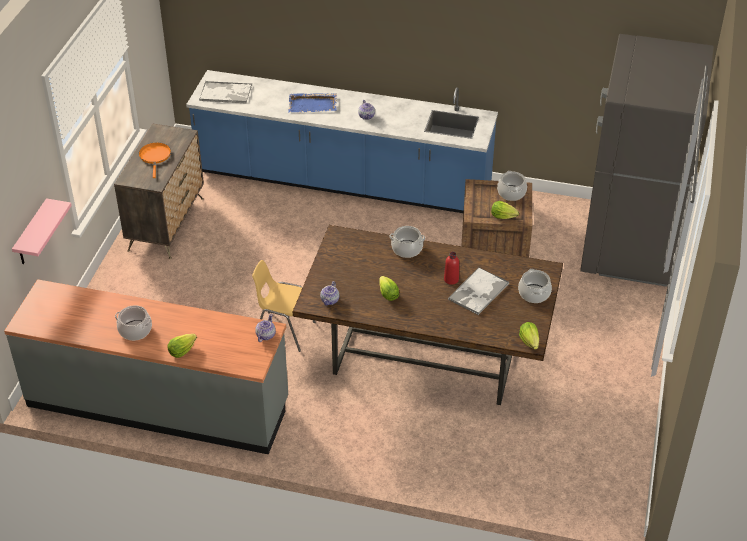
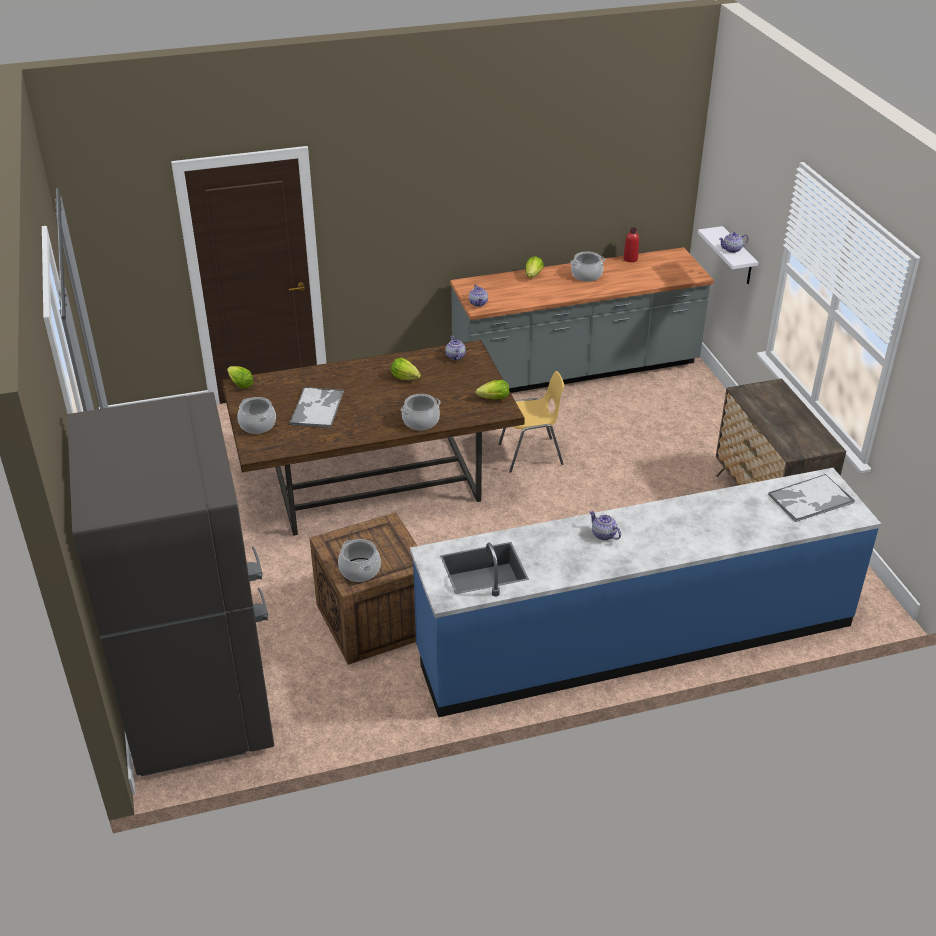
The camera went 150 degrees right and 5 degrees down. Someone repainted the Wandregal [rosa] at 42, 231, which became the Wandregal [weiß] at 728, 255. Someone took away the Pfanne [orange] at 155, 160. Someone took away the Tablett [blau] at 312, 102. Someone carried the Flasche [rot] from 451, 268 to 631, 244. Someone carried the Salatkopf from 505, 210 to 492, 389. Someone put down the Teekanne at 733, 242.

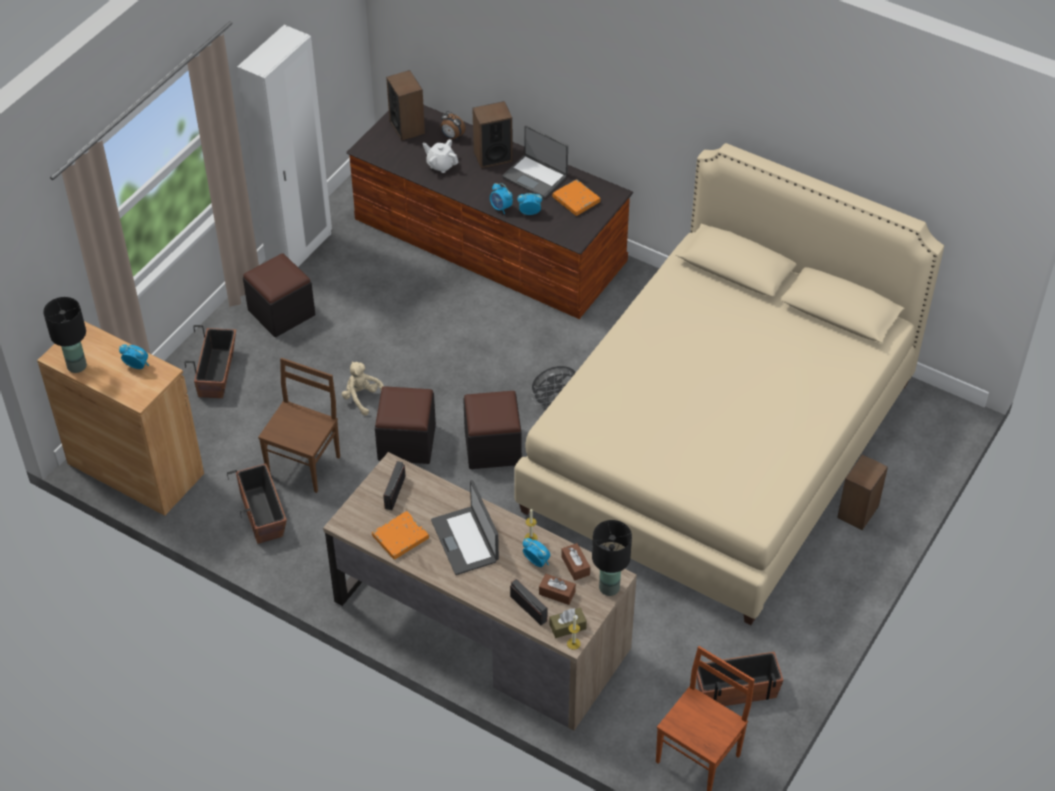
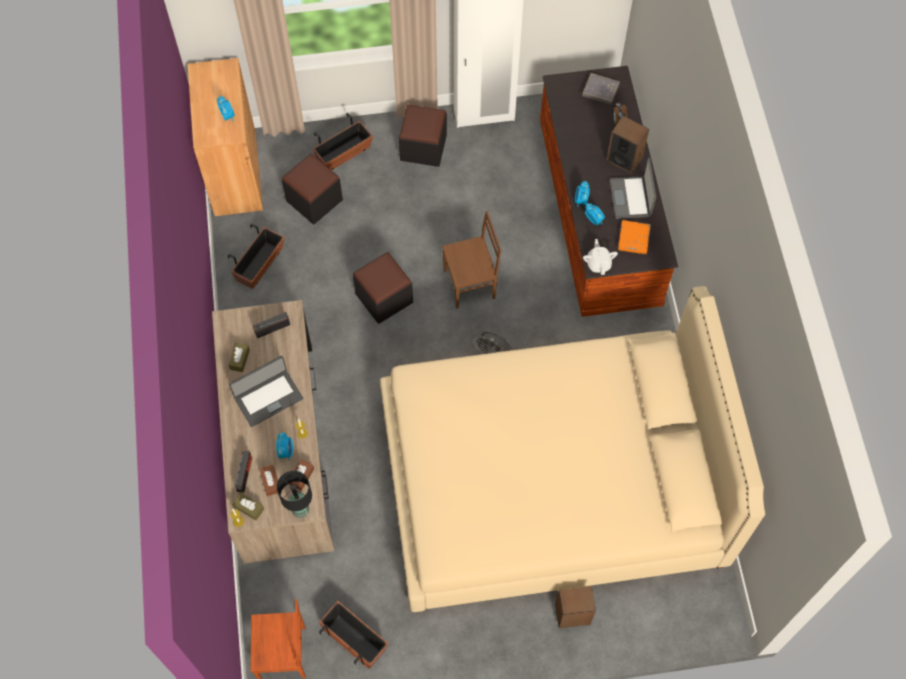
The camera went 50 degrees right and 15 degrees up. Someone took away the Tischlampe [schwarz] at 65, 335. Someone carried the Stuhl [braun] from 299, 425 to 471, 260. Someone took away the Plüschtier [beige] at 363, 388. Someone swapped the Buch [orange] at 400, 535 for the Taschentuchbox [braun] at 239, 357. Someone swapped the Lautsprecher at 405, 105 for the Buch [grau] at 601, 89. Someone carried the Teekanne [weiß] from 441, 156 to 600, 257. Someone rotated the Laptop at 465, 527 by 150 degrees counterclockwise. Someone carried the Polsterhocker [schwarz] from 492, 430 to 312, 189.

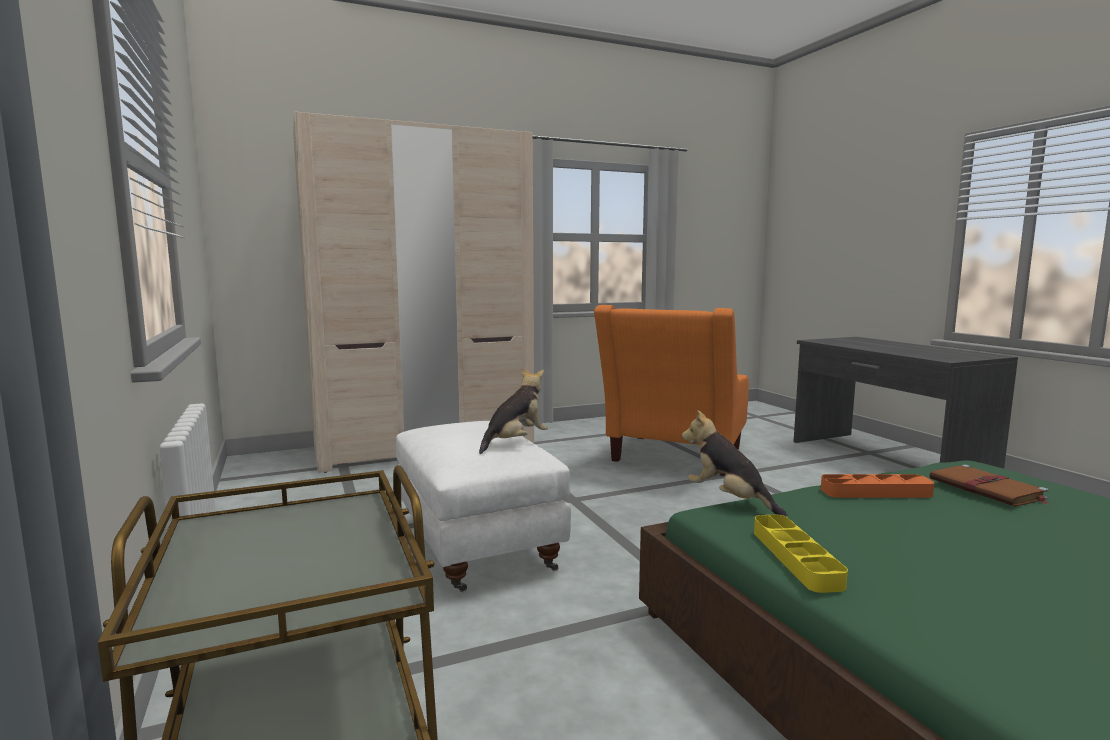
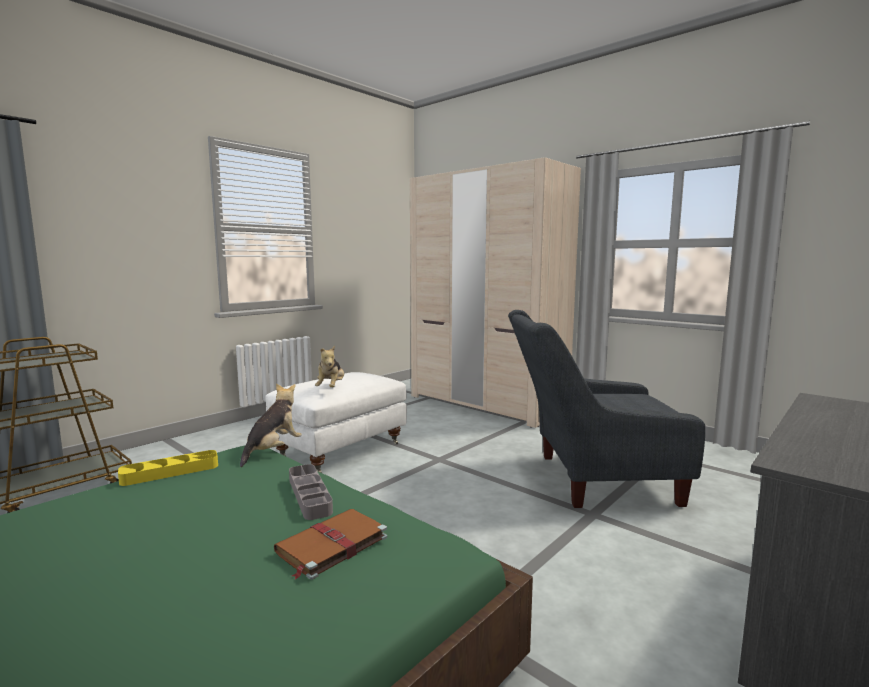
The camera went 65 degrees right and 0 degrees up. Someone rotated the Plüschtier at 513, 410 by 75 degrees clockwise. Someone repainted the Sessel [orange] at 671, 390, which became the Sessel [grau] at 606, 409. Someone repainted the Tablett [orange] at 877, 486, which became the Tablett [grau] at 311, 492.

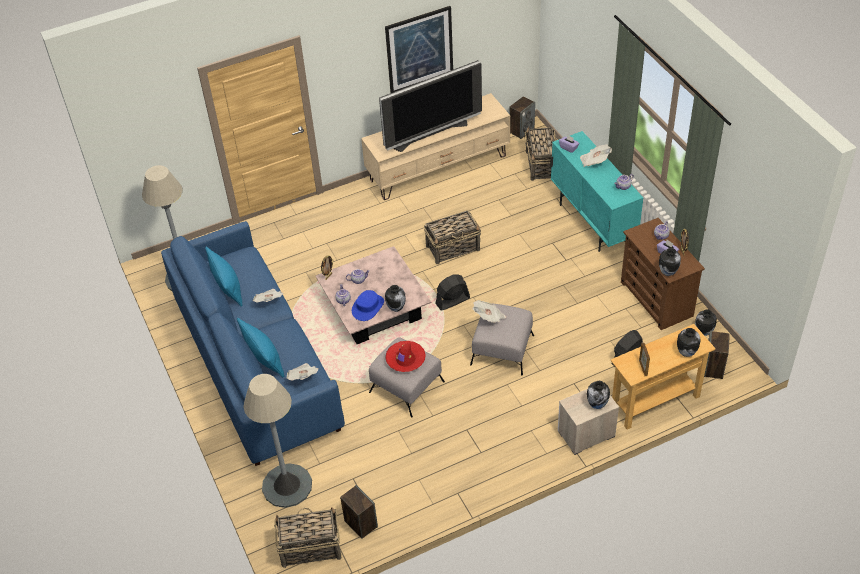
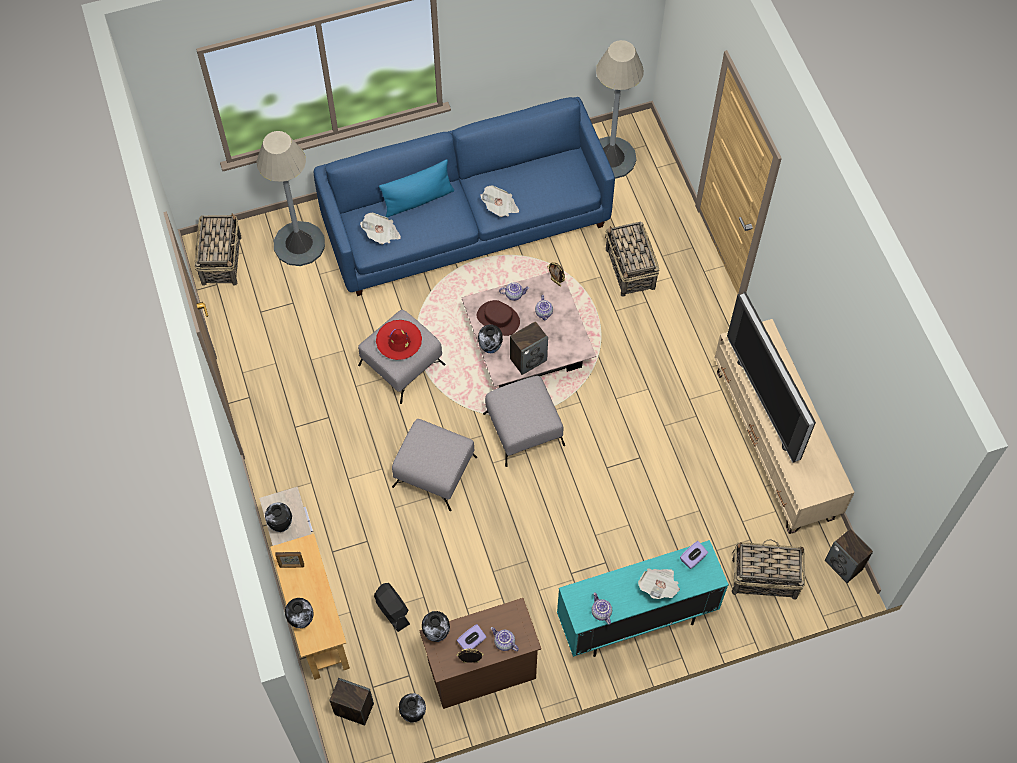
The camera went 95 degrees right and 15 degrees up. Someone took away the Kissen [blau] at 224, 277. Someone carried the Lautsprecher from 359, 512 to 529, 348. Someone repainted the Hut [blau] at 368, 305, which became the Hut [braun] at 498, 318. Someone took away the Bild at 419, 49. Someone carried the Korb from 452, 237 to 632, 259. Someone swapped the Ventilator [schwarz] at 452, 292 for the Polsterhocker [grau] at 524, 421. Someone took away the Zeitung at 489, 311.

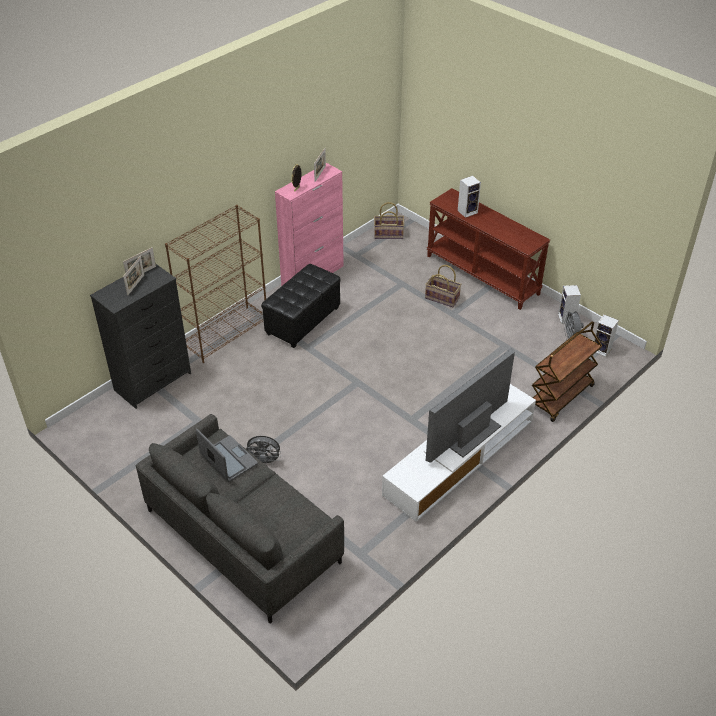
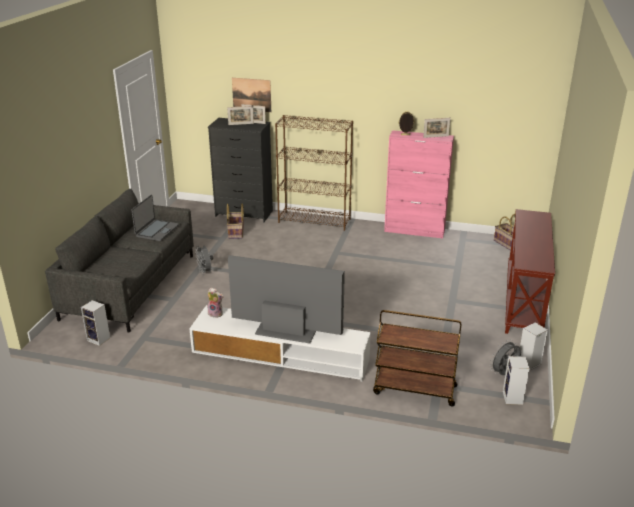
The camera went 60 degrees right and 15 degrees down. Someone took away the Polsterhocker [schwarz] at 300, 306. Someone carried the Korb from 443, 286 to 235, 221. Someone carried the Lautsprecher from 469, 197 to 95, 323. Someone put down the Plüschtier at 216, 303. Someone put up the Bild at 251, 95.

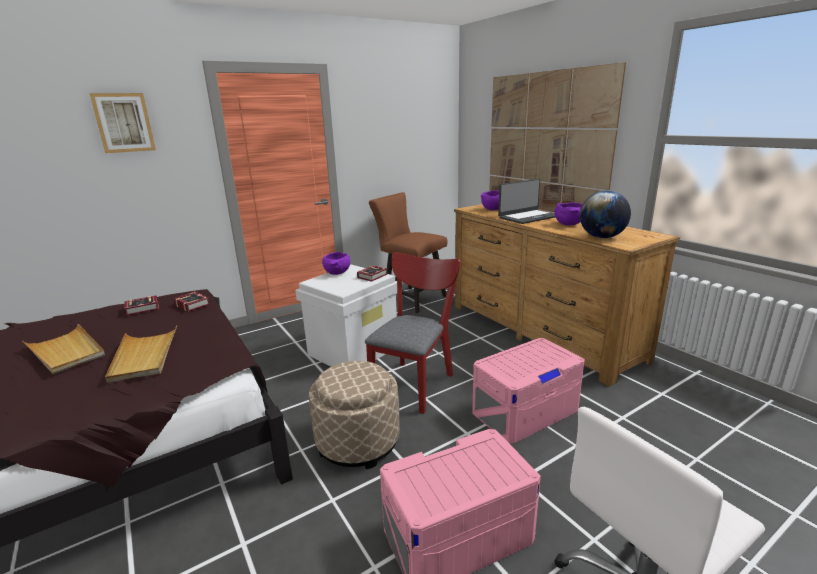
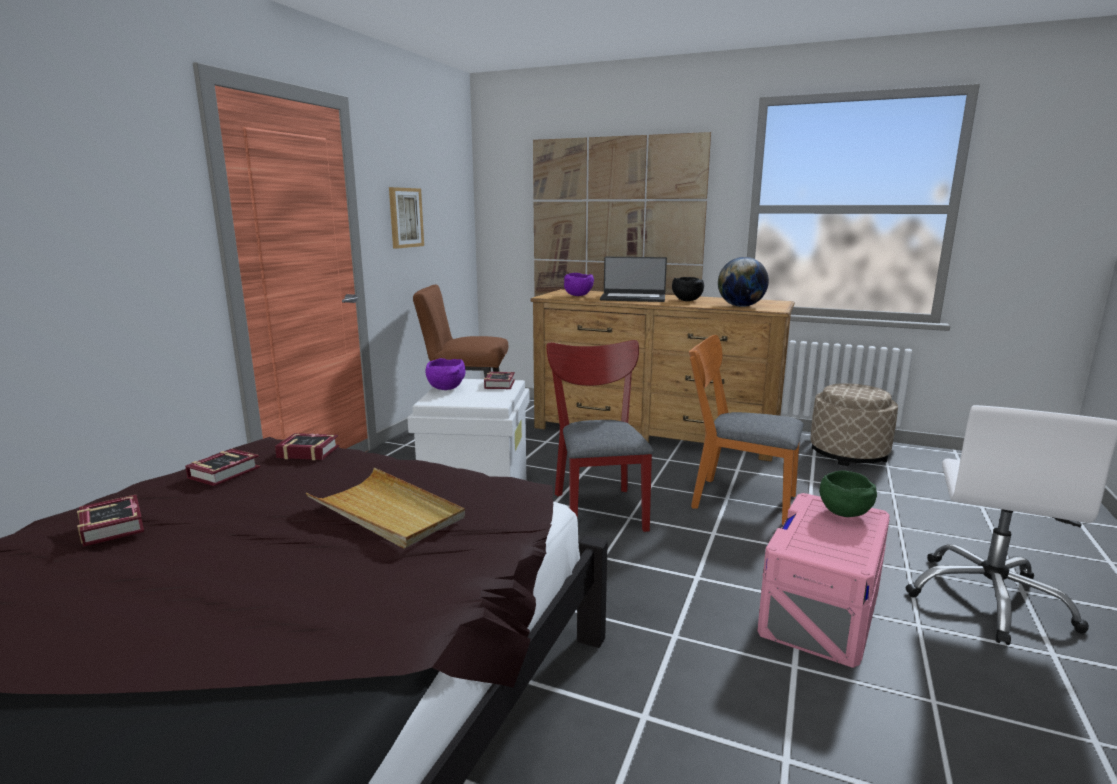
The camera went 35 degrees left and 5 degrees down. Someone took away the Tablett [beige] at 63, 349. Someone carried the Bild from 123, 123 to 406, 218. Someone carried the Polsterhocker [beige] from 354, 415 to 854, 424. Someone swapped the Aufbewahrungsbox [rosa] at 528, 390 for the Stuhl [orange] at 746, 430. Someone rotated the Laptop at 527, 201 by 75 degrees clockwise. Someone repainted the Schüssel [lila] at 569, 214, which became the Schüssel [schwarz] at 688, 289. Someone put down the Buch at 110, 521. Someone put down the Schüssel [grün] at 848, 493.

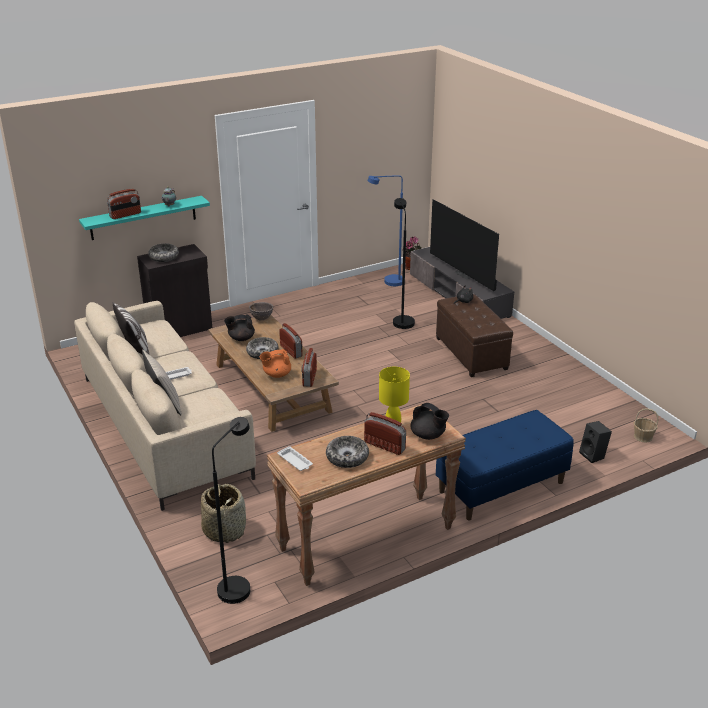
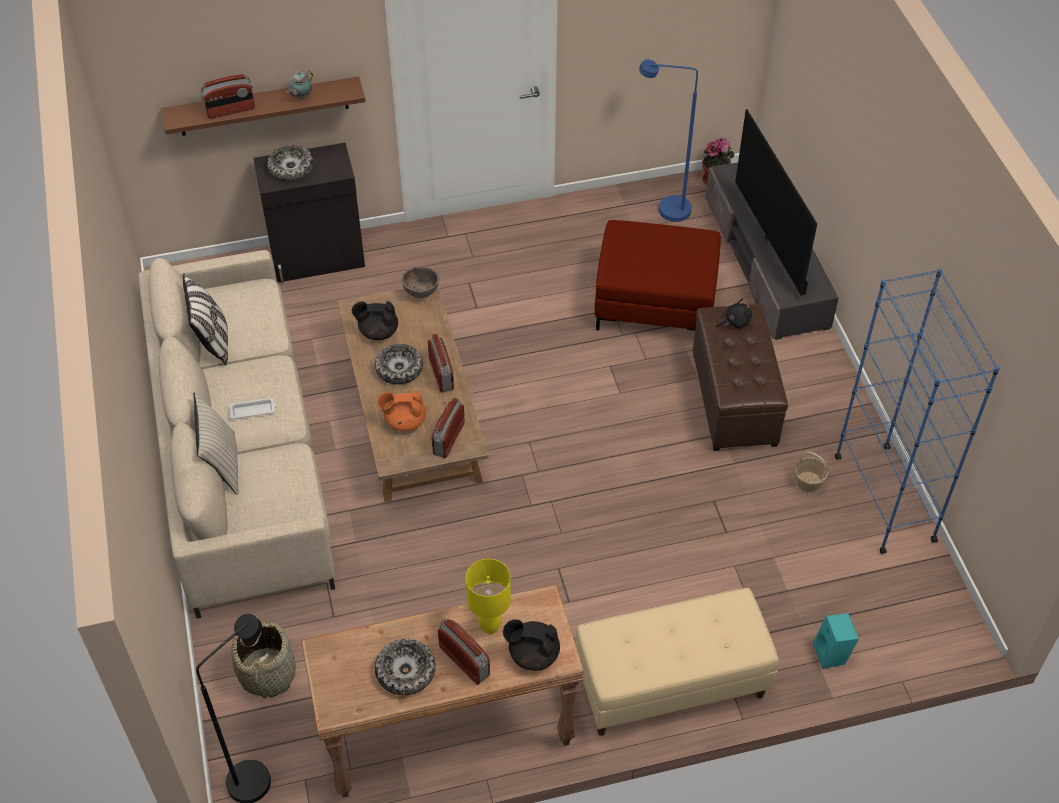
The camera went 15 degrees right and 20 degrees up. Someone repainted the Wandregal [türkis] at 144, 218, which became the Wandregal [braun] at 263, 106. Someone took away the Tablett [weiß] at 295, 458. Someone swapped the Stehlampe [schwarz] at 404, 263 for the Polsterhocker [rot] at 657, 275. Someone rotated the Teekanne [schwarz] at 429, 421 by 135 degrees clockwise. Someone repainted the Bank [blau] at 505, 465, which became the Bank [beige] at 677, 662. Someone repainted the Lautsprecher [schwarz] at 595, 442, which became the Lautsprecher [türkis] at 836, 641. Someone carried the Korb from 646, 425 to 811, 472. Someone put down the Bücherregal [blau] at 917, 411.

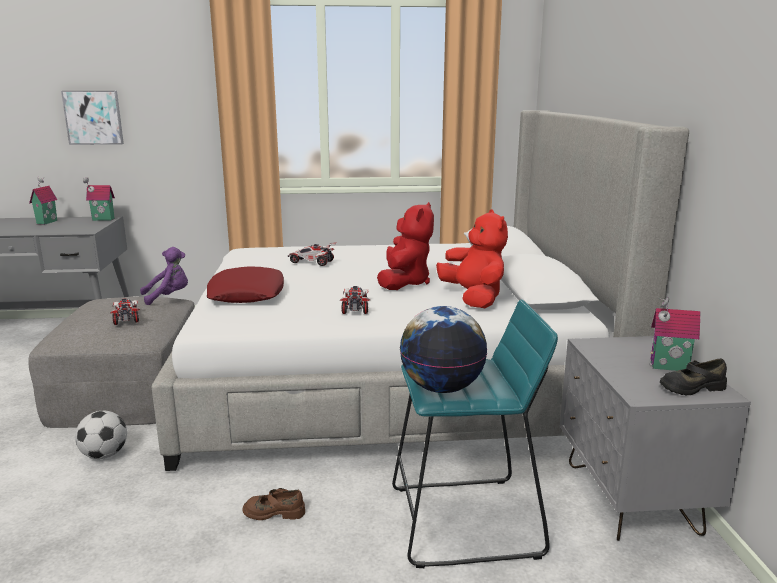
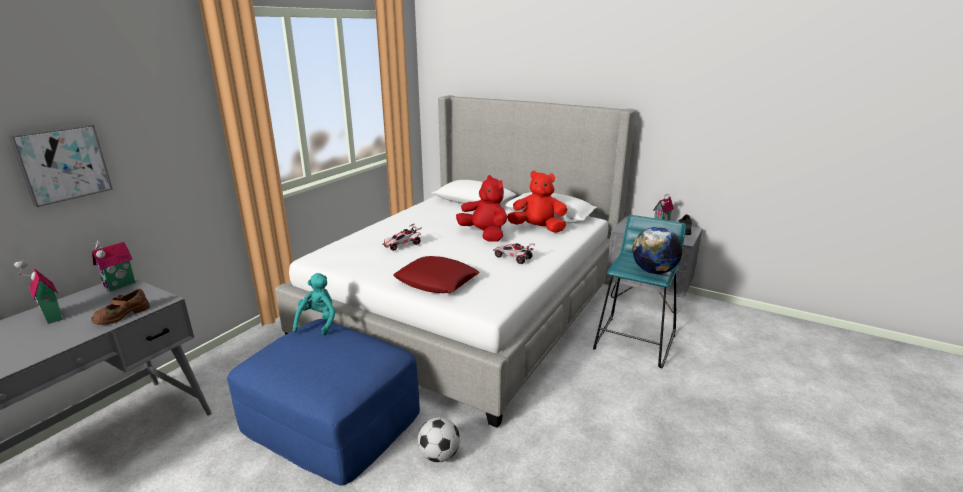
The camera went 55 degrees left and 5 degrees up. Someone repainted the Polsterhocker [grau] at 111, 362, which became the Polsterhocker [blau] at 323, 402. Someone took away the Spielzeugauto at 125, 311. Someone repainted the Plüschtier [lila] at 164, 276, which became the Plüschtier [türkis] at 314, 304. Someone carried the Schuh [braun] from 274, 504 to 120, 307.

